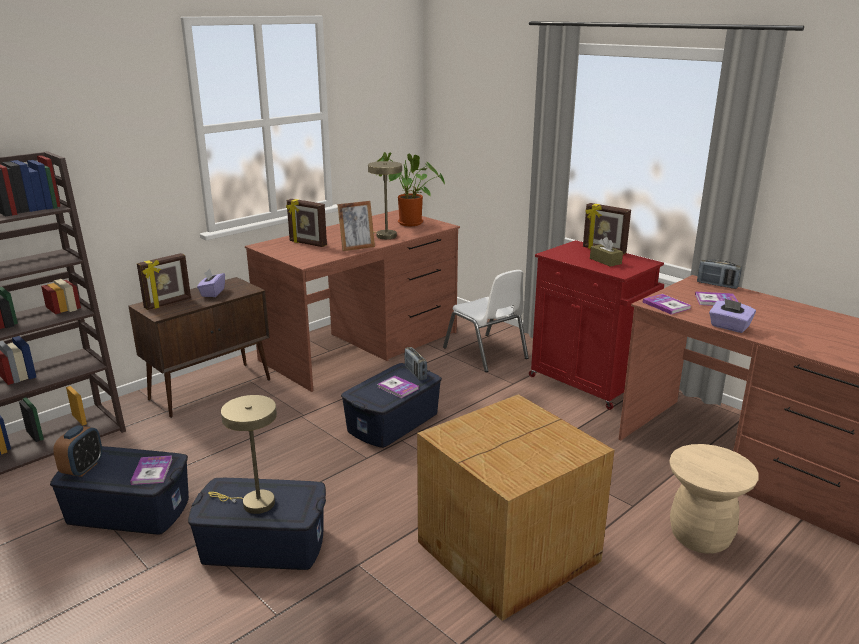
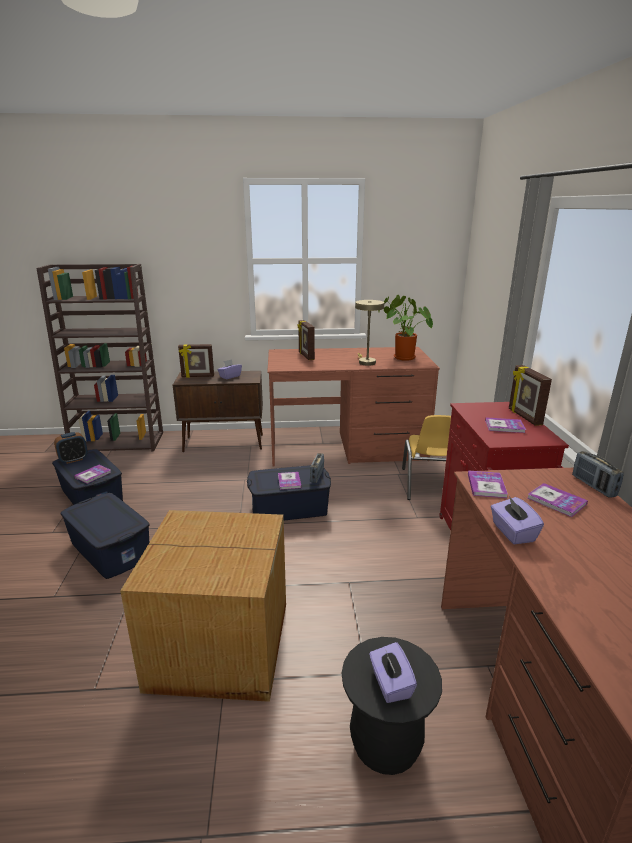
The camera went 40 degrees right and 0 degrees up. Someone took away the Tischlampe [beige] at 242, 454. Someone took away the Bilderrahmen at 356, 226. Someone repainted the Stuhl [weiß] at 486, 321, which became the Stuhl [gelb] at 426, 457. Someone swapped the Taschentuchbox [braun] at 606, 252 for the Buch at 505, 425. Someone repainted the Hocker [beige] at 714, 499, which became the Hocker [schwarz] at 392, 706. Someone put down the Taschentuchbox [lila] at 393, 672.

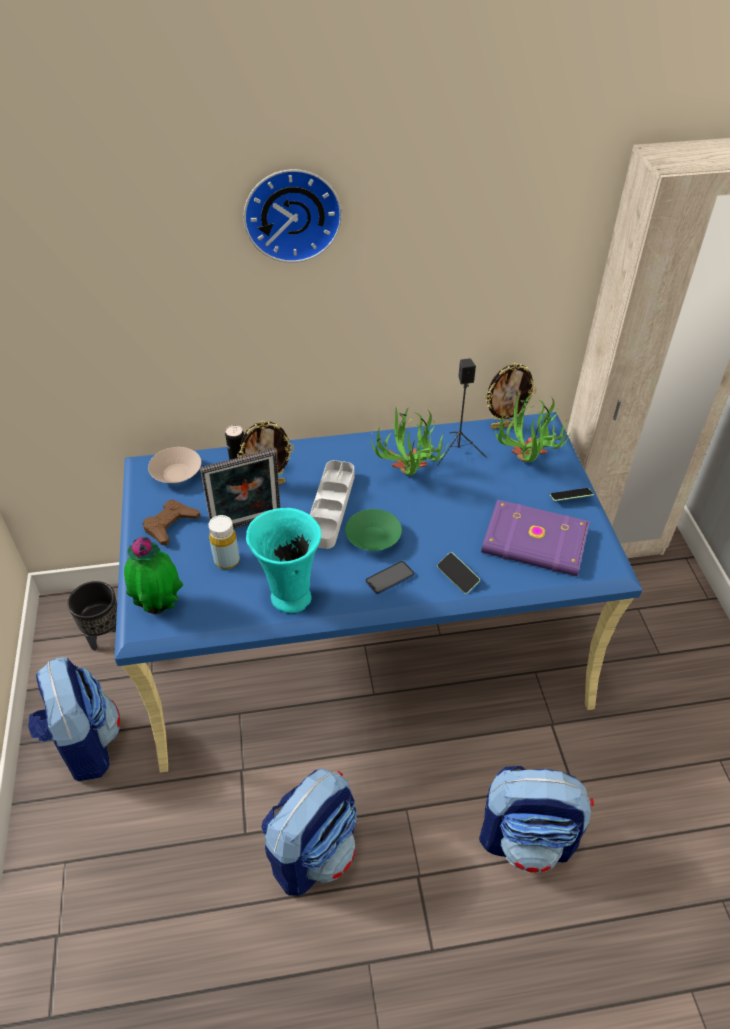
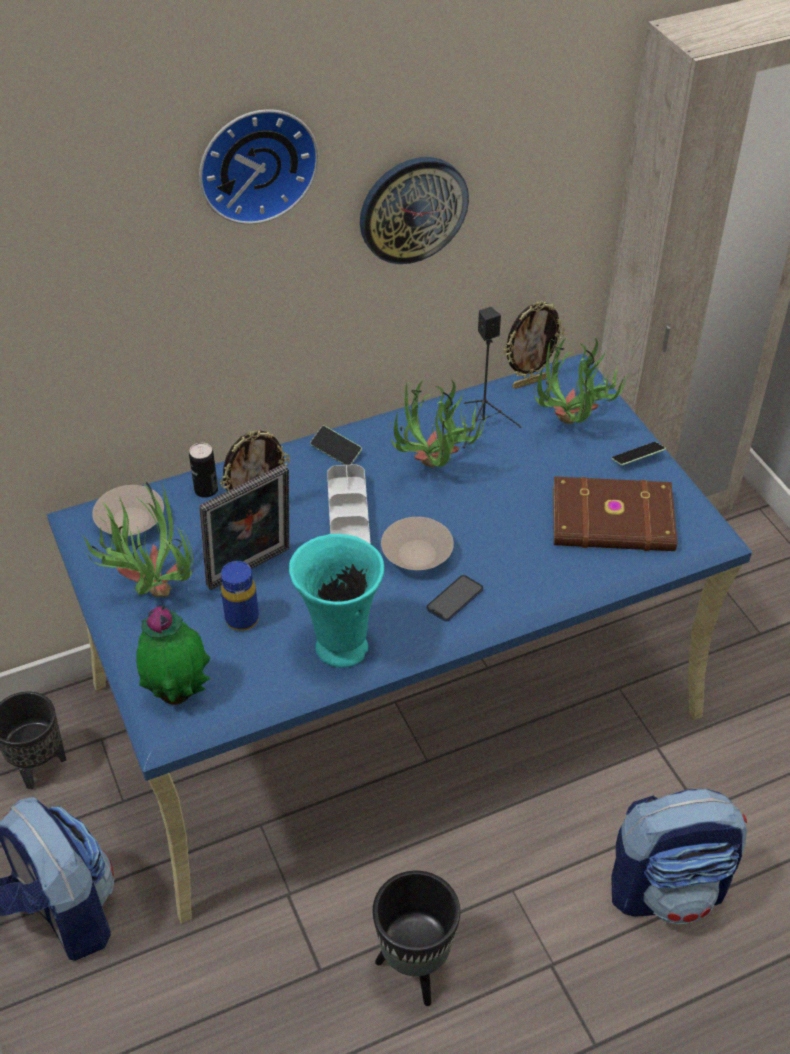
The camera went 15 degrees left and 0 degrees up. Someone swapped the Gamepad [braun] at 171, 522 for the Topfpflanze at 137, 539. Someone repainted the Flasche [gelb] at 224, 542, which became the Flasche [blau] at 240, 596. Someone swapped the Rucksack at 309, 832 for the Pflanzkübel [schwarz] at 416, 938. Someone repainted the Schüssel [grün] at 373, 530, which became the Schüssel [beige] at 417, 543. Someone carried the Handy from 458, 573 to 336, 445. Someone repainted the Buch [lila] at 535, 537, which became the Buch [braun] at 615, 513. Someone put up the Wanduhr at 414, 210.

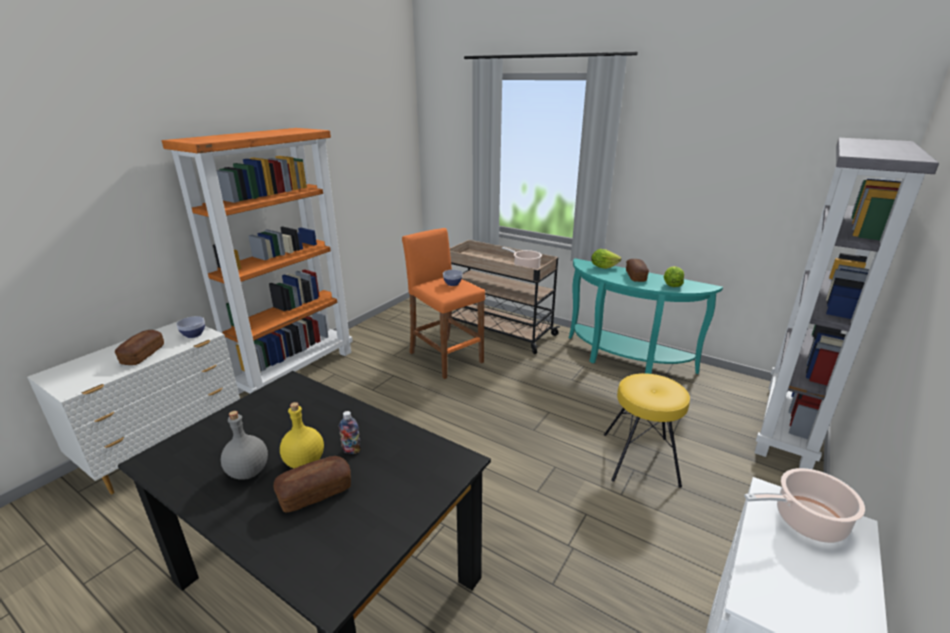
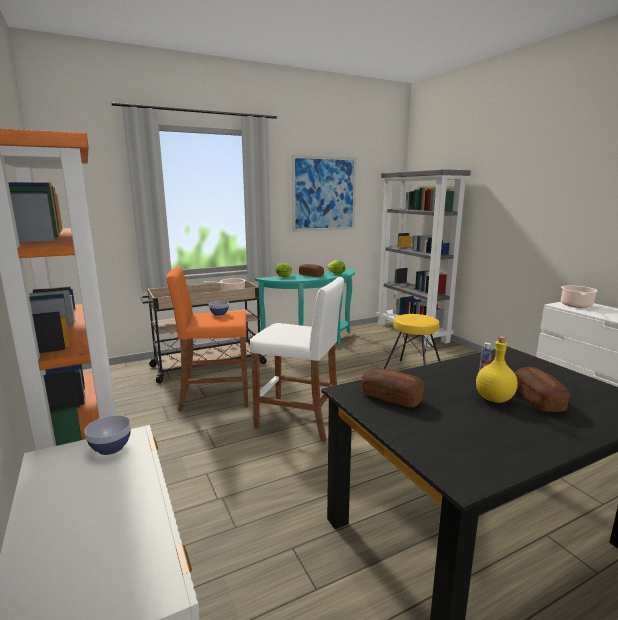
The camera went 60 degrees left and 10 degrees down. Someone carried the Brot from 139, 347 to 393, 388. Someone took away the Flasche [grau] at 244, 445. Someone put down the Hocker [weiß] at 297, 359. Someone put up the Bild at 324, 193.

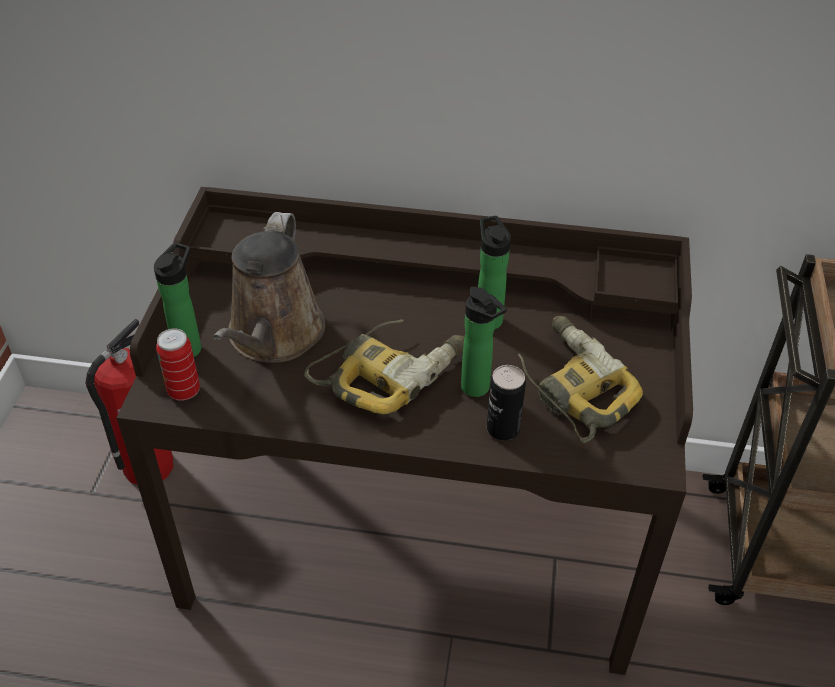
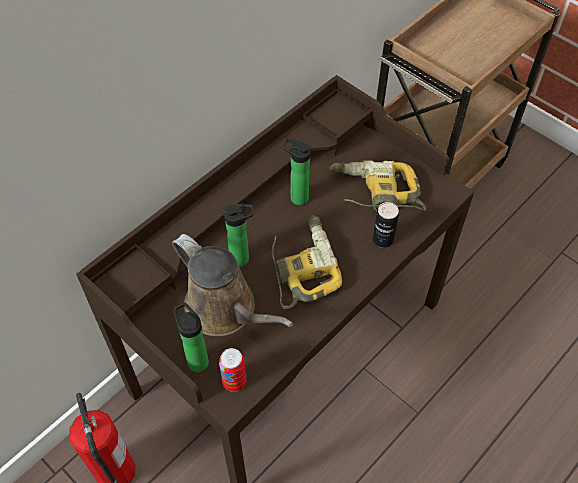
The camera went 55 degrees left and 10 degrees up. Someone carried the Flasche from 484, 341 to 238, 235.

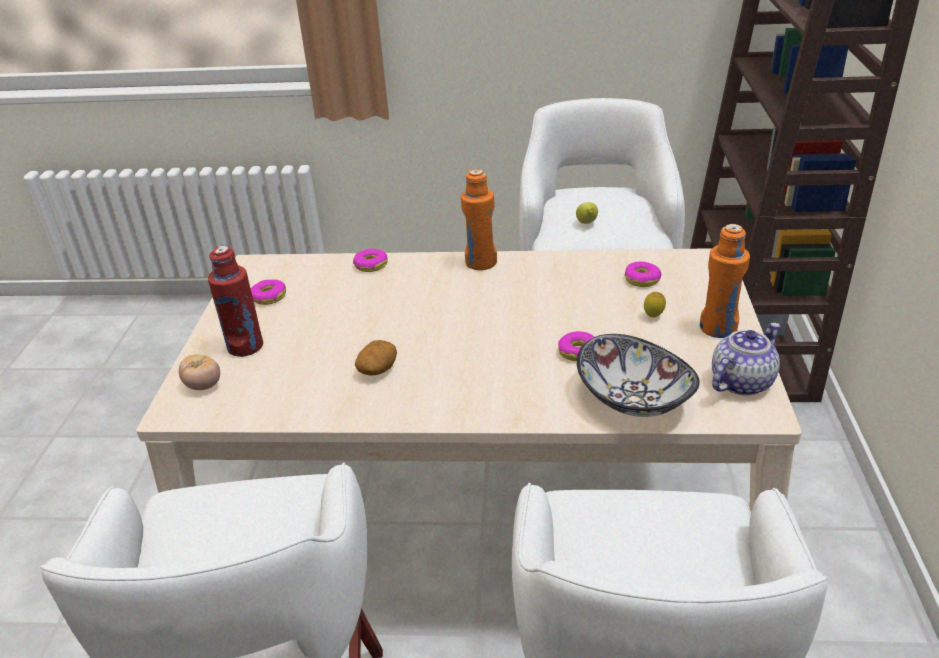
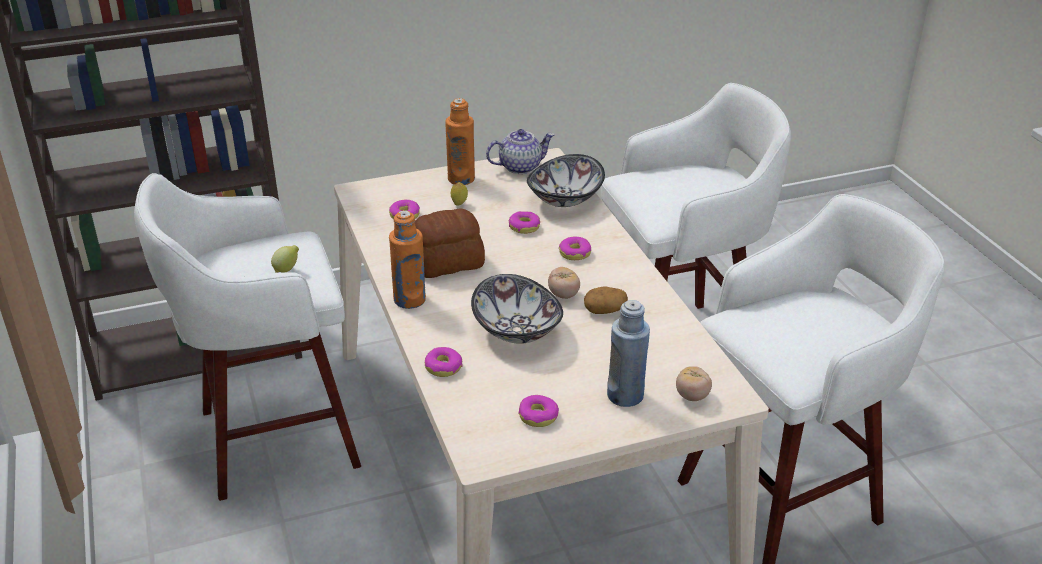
The camera went 115 degrees left and 0 degrees up. Someone repainted the Flasche [rot] at 235, 301, which became the Flasche [blau] at 628, 353. Someone rotated the Teekanne at 746, 359 by 135 degrees clockwise. Someone put down the Brot at 450, 243. Someone put down the Schüssel at 517, 309. Someone put down the Tomate at 564, 283. Someone put down the Donut at 575, 248.

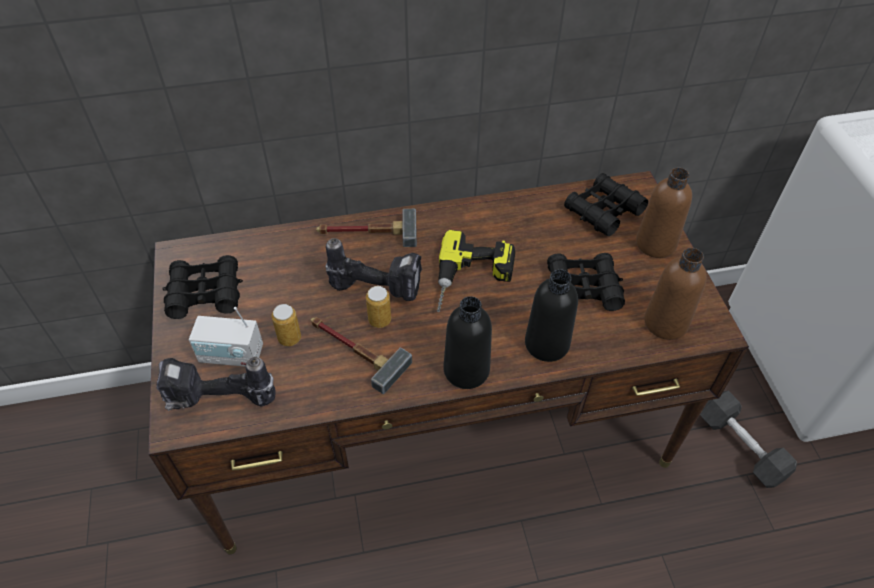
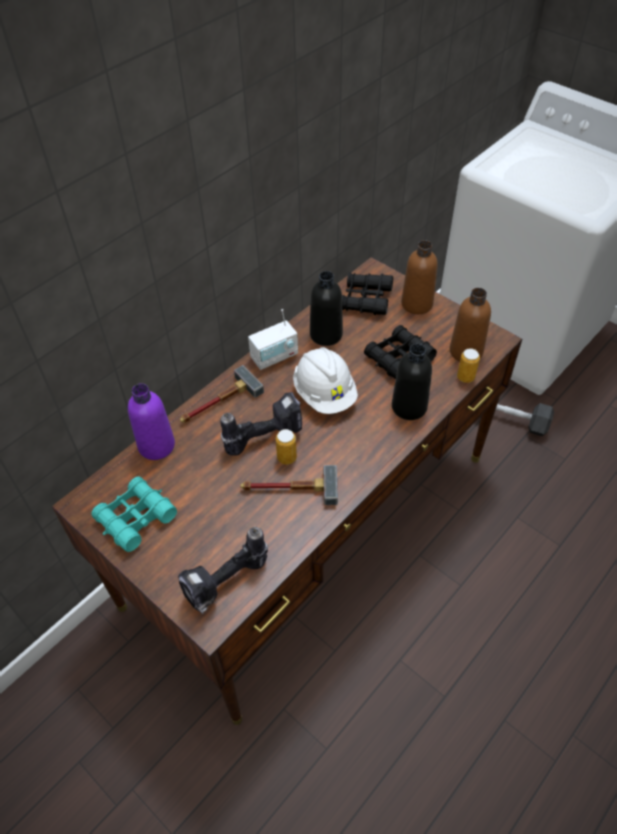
The camera went 35 degrees left and 0 degrees up. Someone repainted the Fernglas [schwarz] at 202, 287, which became the Fernglas [türkis] at 134, 514. Someone carried the Radio from 226, 337 to 273, 339. Someone carried the Dose from 286, 325 to 468, 365. Someone swapped the Bohrmaschine at 476, 271 for the Schutzhelm [weiß] at 325, 380. Someone carried the Flasche [schwarz] from 467, 342 to 326, 308. Someone put down the Flasche [lila] at 151, 422.

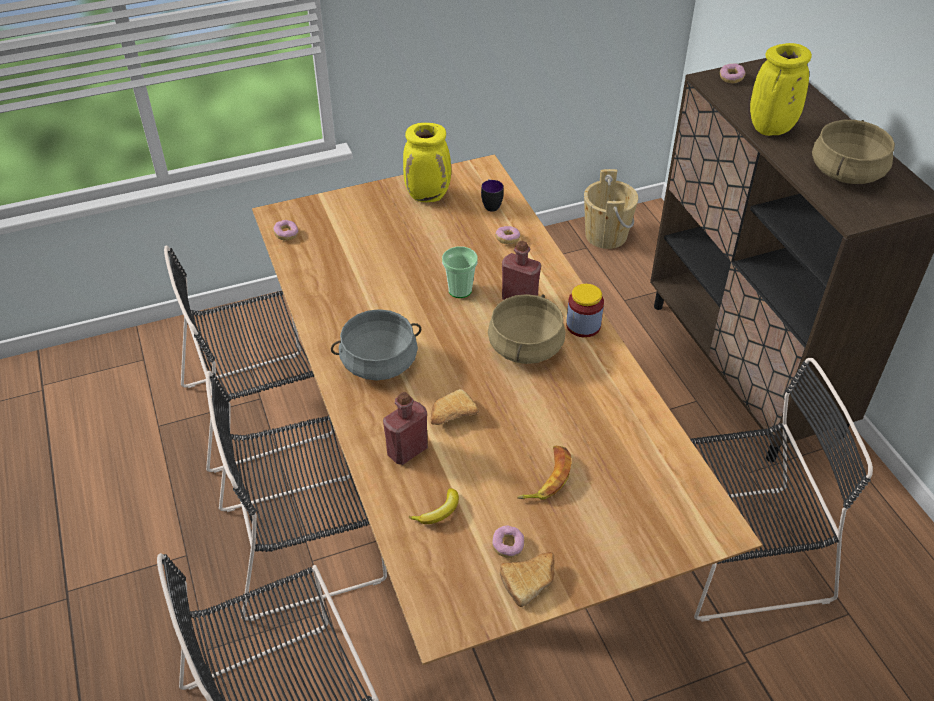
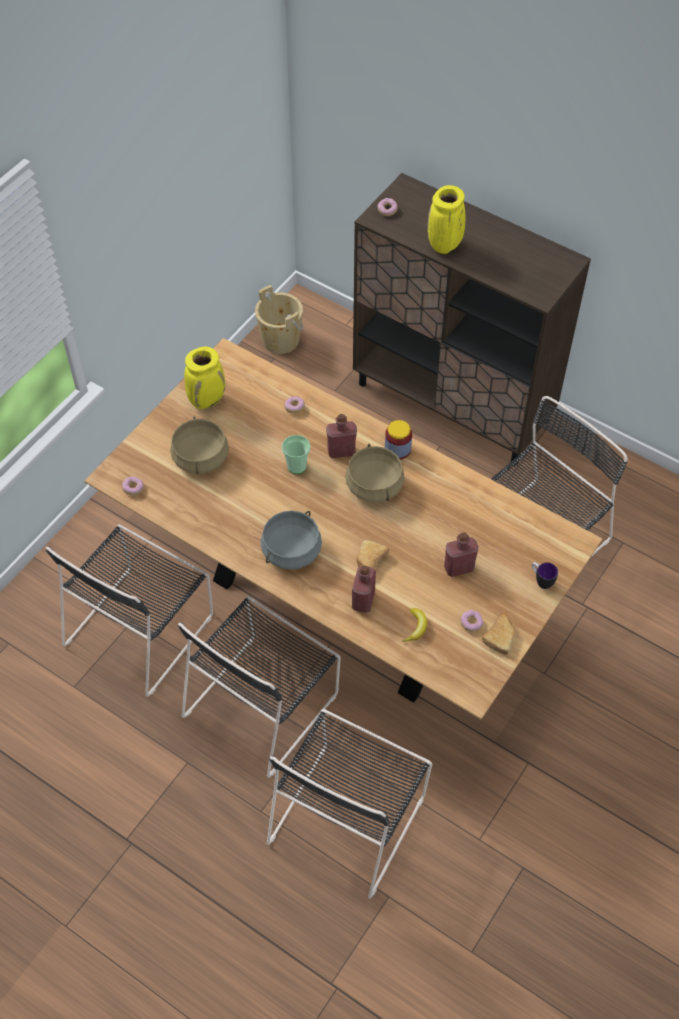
The camera went 35 degrees left and 10 degrees up. Someone carried the Henkelbecher from 492, 195 to 545, 575. Someone swapped the Banane at 544, 473 for the Flasche [rot] at 461, 554. Someone carried the Kochtopf [beige] from 853, 152 to 199, 445.

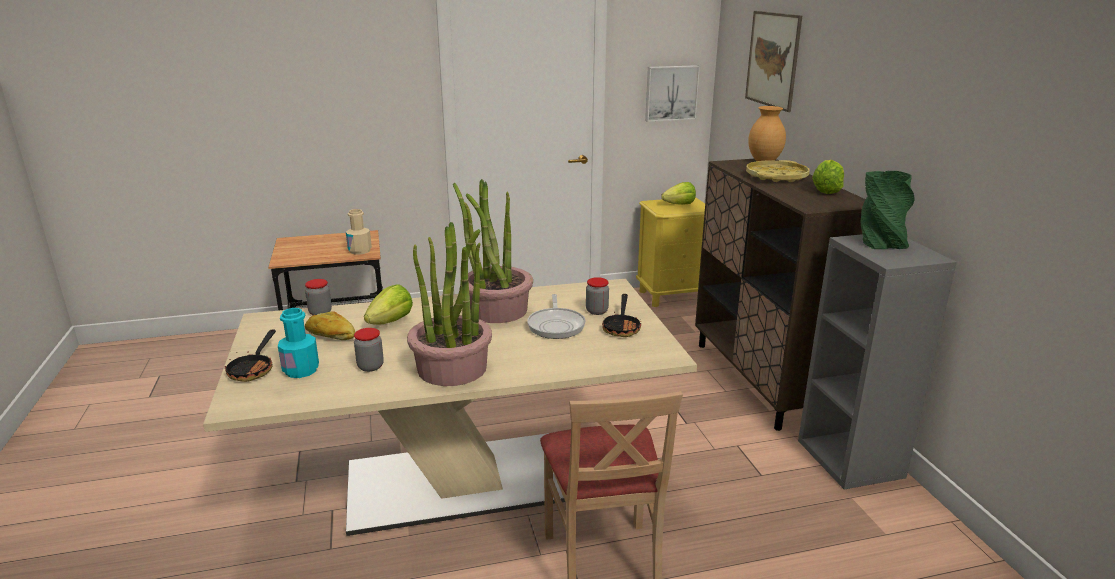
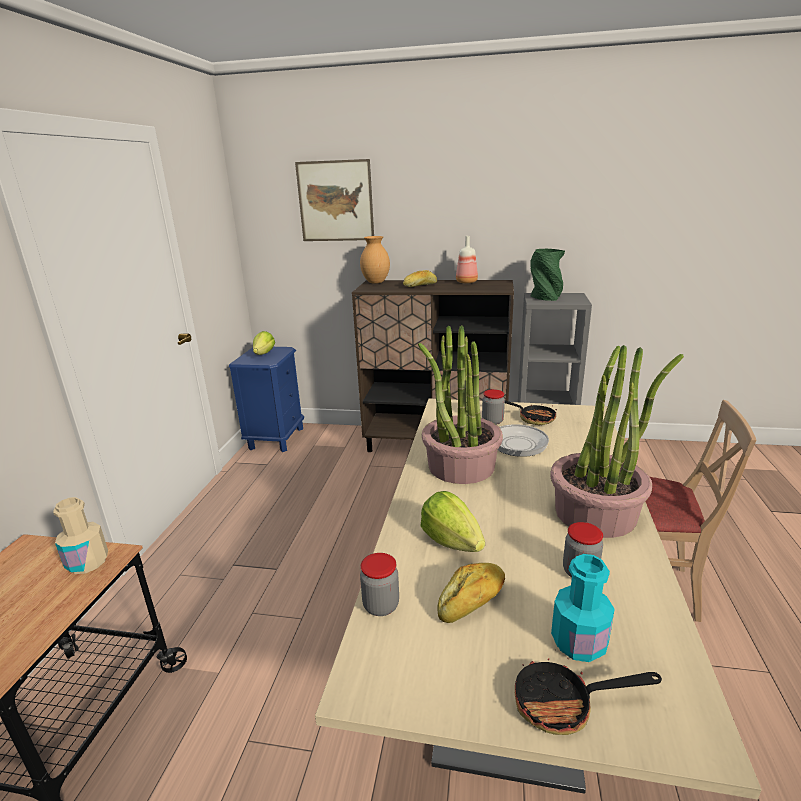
The camera went 65 degrees left and 0 degrees up. Someone rotated the Pfanne at 250, 355 by 150 degrees clockwise. Someone repainted the Nachttisch [gelb] at 670, 252, which became the Nachttisch [blau] at 266, 399. Someone took away the Bild at 672, 93. Someone swapped the Tablett [gelb] at 778, 171 for the Brot at 420, 278. Someone swapped the Salatkopf at 828, 177 for the Flasche at 467, 260.

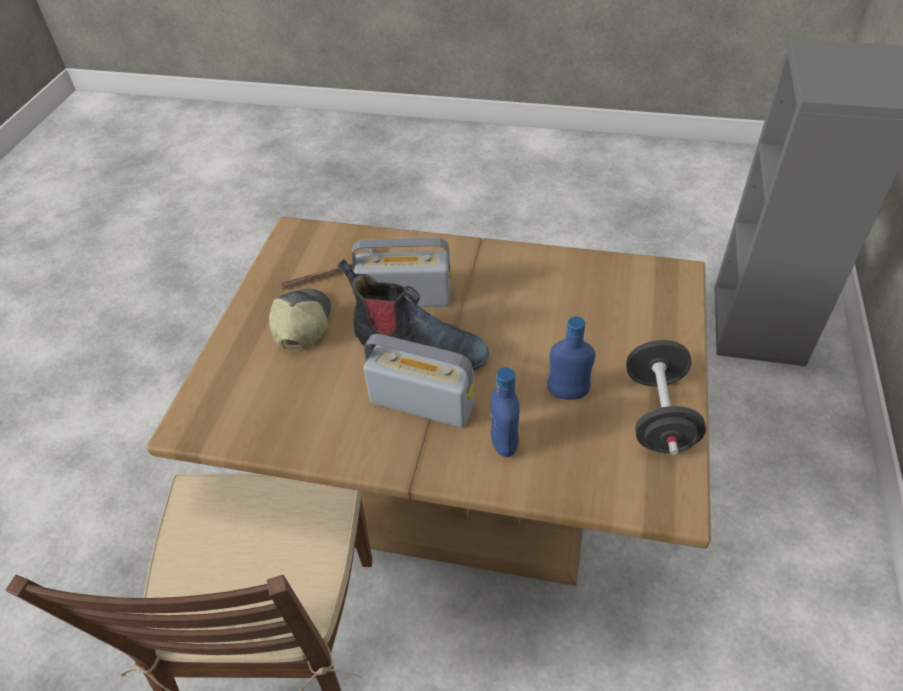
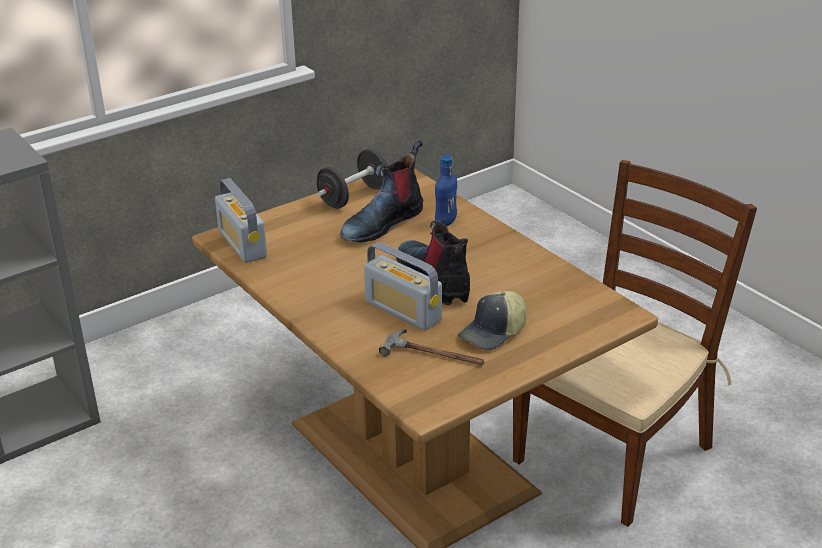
The camera went 140 degrees left and 15 degrees down. Someone carried the Radio from 419, 381 to 241, 220. Someone swapped the Flasche [blau] at 571, 358 for the Stiefel at 381, 191.

